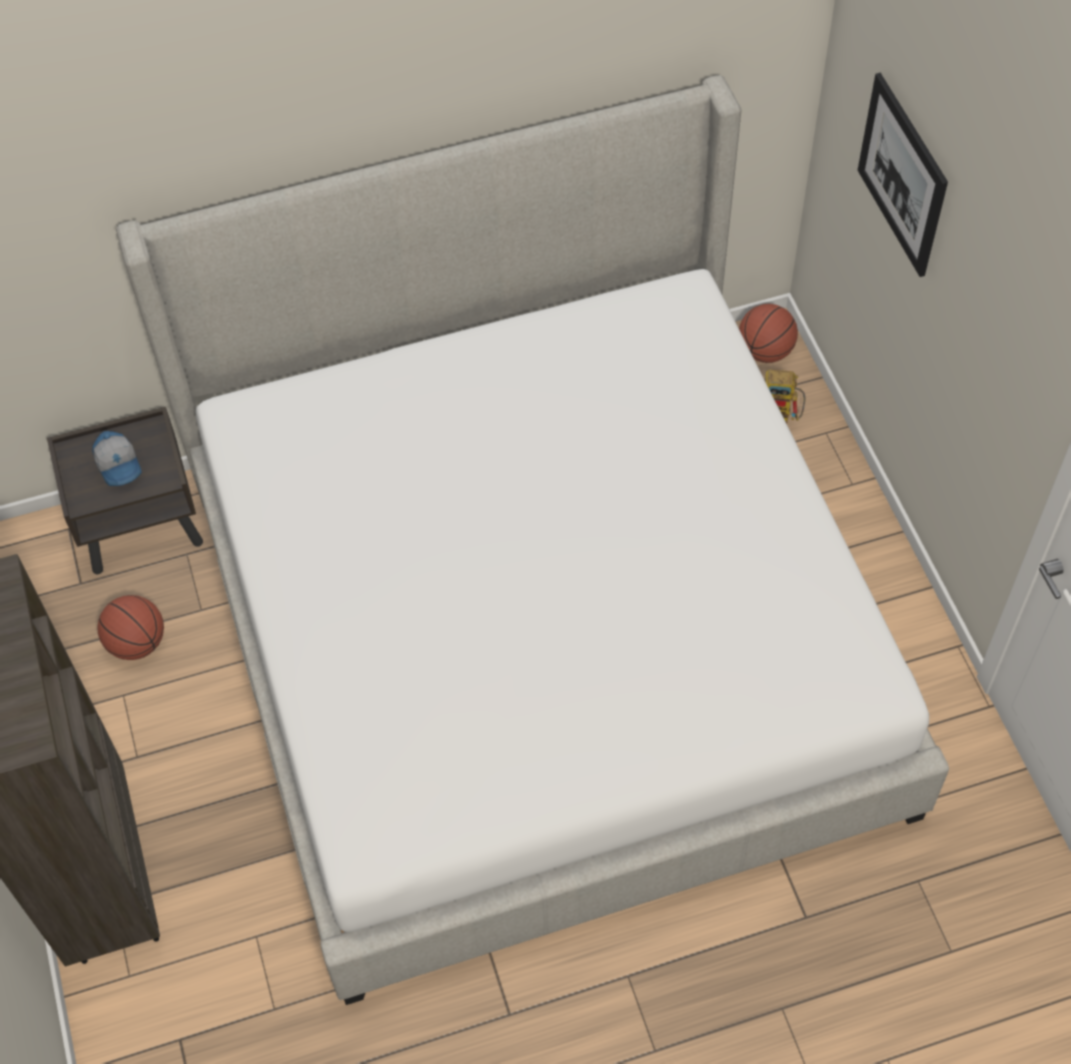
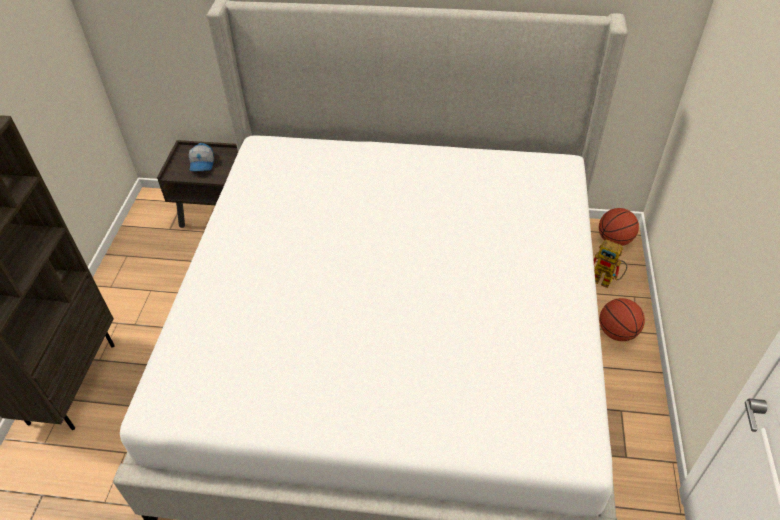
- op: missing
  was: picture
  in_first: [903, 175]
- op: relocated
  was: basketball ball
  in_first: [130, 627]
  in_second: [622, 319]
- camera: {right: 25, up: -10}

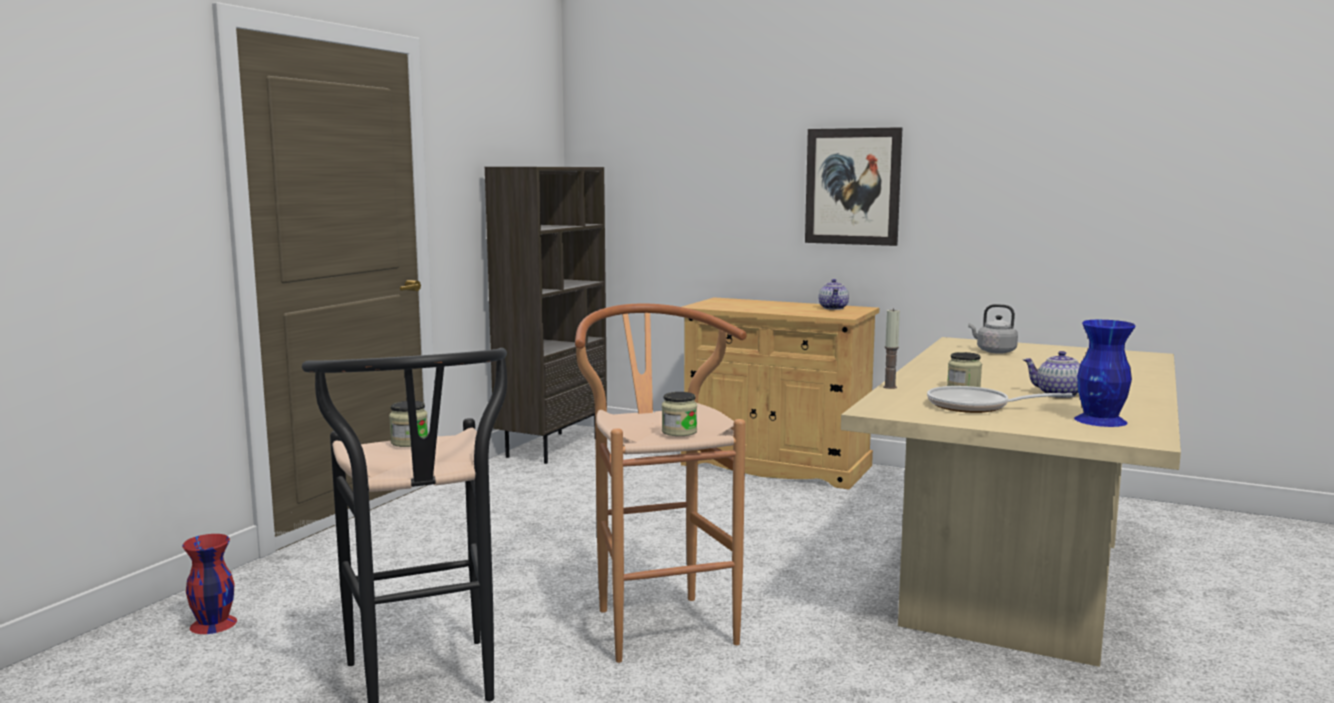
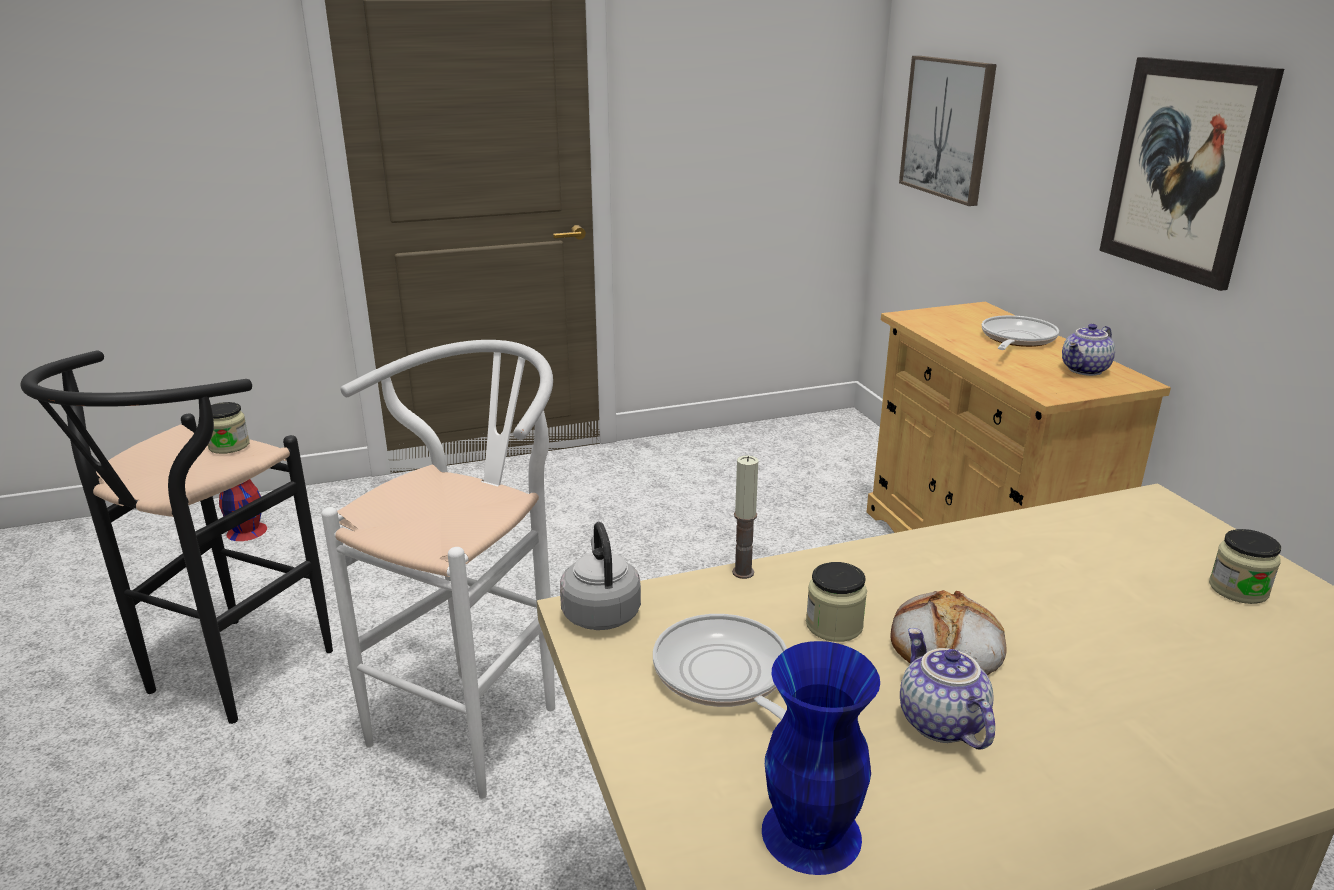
- op: missing
  was: bookshelf (brownish)
  in_first: [546, 315]
- op: colour
  was: stool seat (brownish)
  now: stool seat (whitish)
  in_first: [661, 483]
  in_second: [438, 569]
- op: relocated
  was: kettle (gray)
  in_first: [993, 329]
  in_second: [600, 576]
- op: relocated
  was: jar
  in_first: [679, 414]
  in_second: [1245, 566]
- op: appeared
  now: picture
  in_second: [948, 131]
- op: appeared
  now: skillet
  in_second: [1020, 332]
- op: appeared
  now: bread
  in_second: [948, 632]
- camera: {right: 45, up: 15}

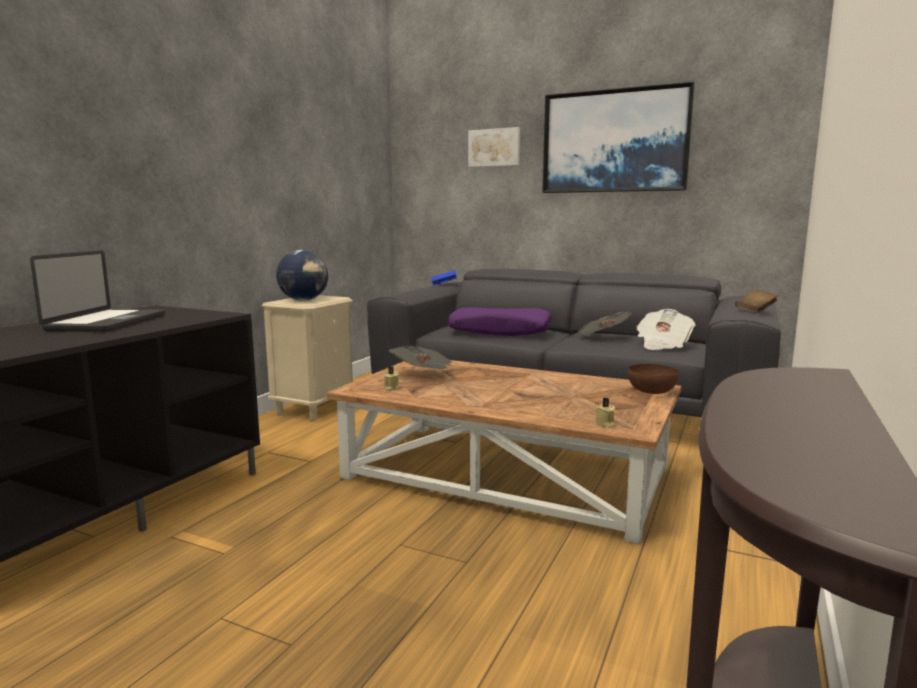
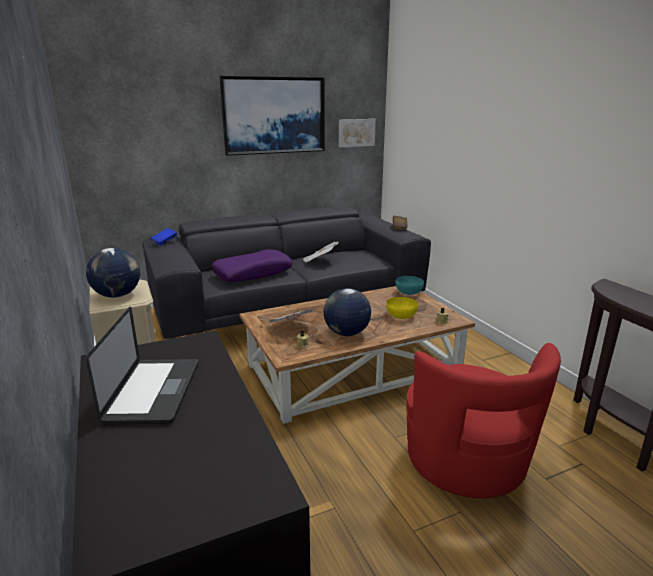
- op: relocated
  was: picture
  in_first: [494, 147]
  in_second: [357, 133]
- op: spun
  was: portable computer
  in_first: [97, 291]
  in_second: [142, 366]
  clockwise: 45
- op: missing
  was: daily paper
  in_first: [665, 329]
- op: colour
  was: bowl (brownish)
  now: bowl (turquoise-coloured)
  in_first: [653, 379]
  in_second: [410, 285]
- op: appeared
  now: world globe
  in_second: [347, 312]
- op: appeared
  now: bowl (yellow)
  in_second: [402, 308]
- op: appeared
  now: lounge chair (red)
  in_second: [483, 420]
- camera: {right: -50, up: 10}

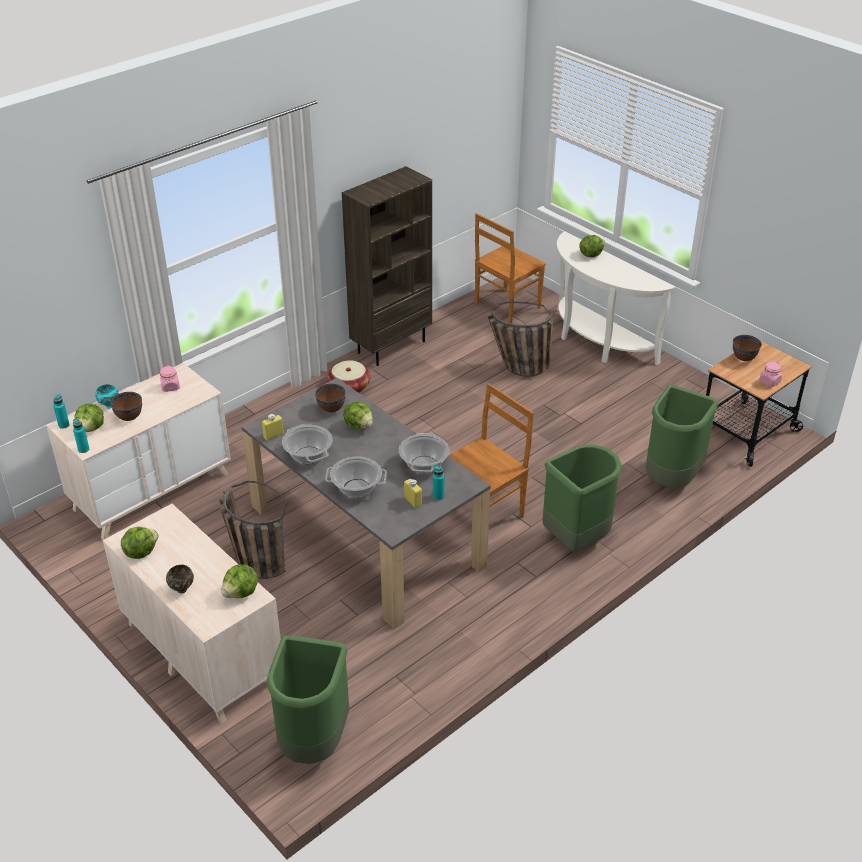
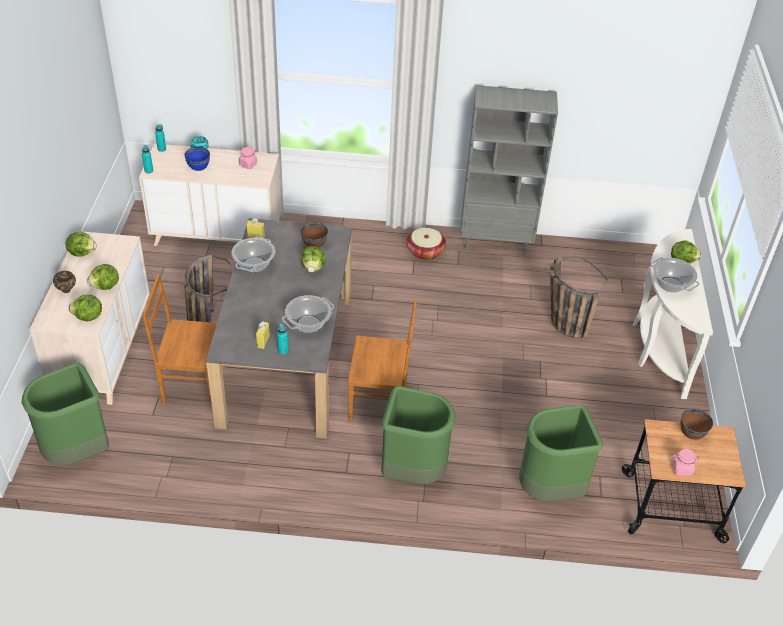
- op: colour
  was: bookshelf (brownish)
  now: bookshelf (gray)
  in_first: [387, 266]
  in_second: [509, 170]
- op: relocated
  was: chair (brownish)
  in_first: [510, 268]
  in_second: [184, 341]
- op: colour
  was: bowl (brownish)
  now: bowl (blue)
  in_first: [126, 406]
  in_second: [197, 159]
- op: relocated
  was: lettuce
  in_first: [89, 418]
  in_second: [103, 277]
- op: relocated
  was: stockpot
  in_first: [356, 477]
  in_second: [674, 275]
- camera: {right: 45, up: 5}

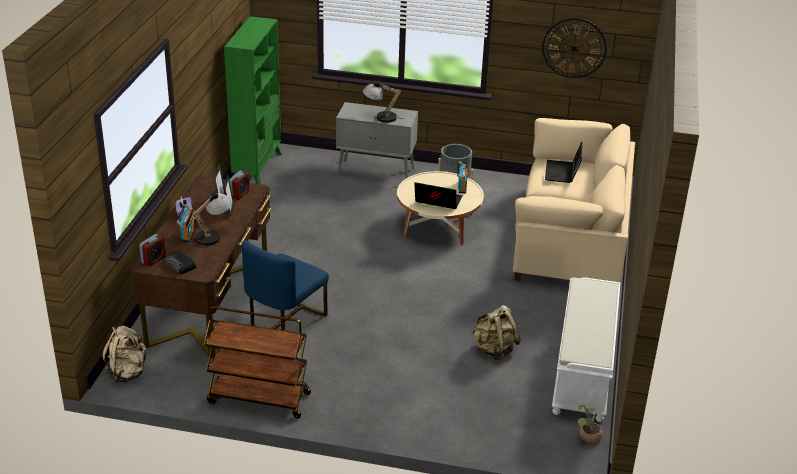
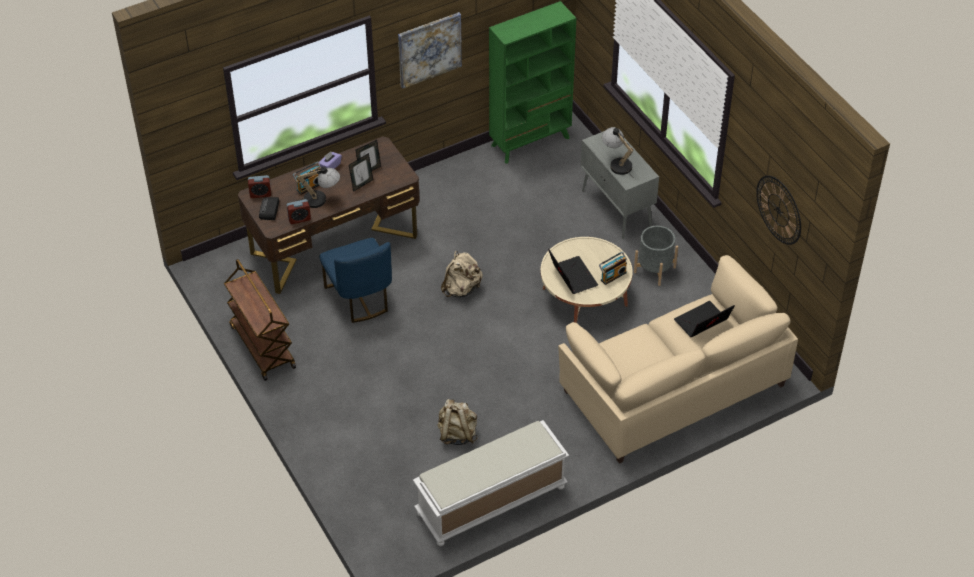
- op: relocated
  was: alarm clock
  in_first: [239, 185]
  in_second: [299, 211]
- op: spun
  was: chair (blue)
  in_first: [285, 285]
  in_second: [356, 280]
  clockwise: -105
- op: relocated
  was: backpack (beige)
  in_first: [125, 355]
  in_second: [462, 274]
- op: missing
  was: potted plant
  in_first: [590, 424]
- op: appeared
  now: picture
  in_second: [430, 50]
- camera: {right: 50, up: 15}

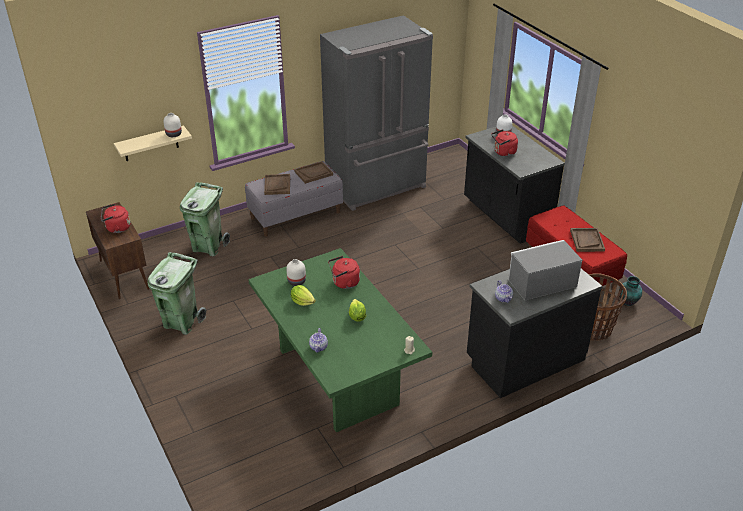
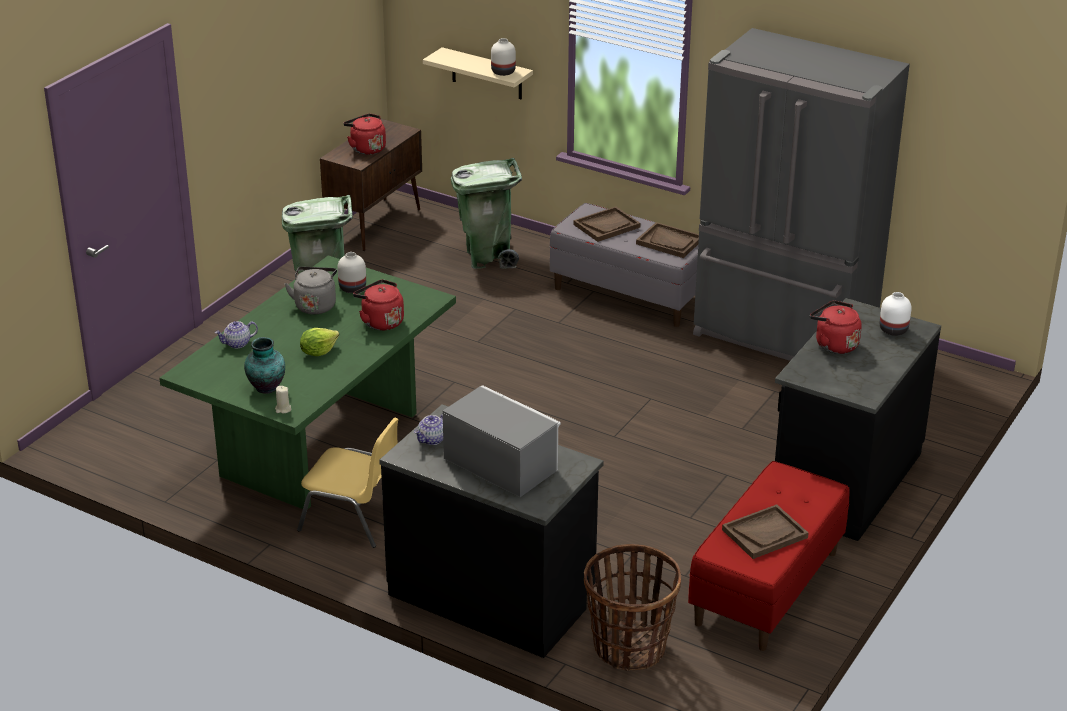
- op: relocated
  was: vase
  in_first: [630, 291]
  in_second: [264, 365]
- op: exchanged
  was: lettuce
  now: kettle (gray)
  in_first: [303, 295]
  in_second: [310, 290]
- op: appeared
  now: chair (yellow)
  in_second: [348, 483]
- camera: {right: 60, up: -5}

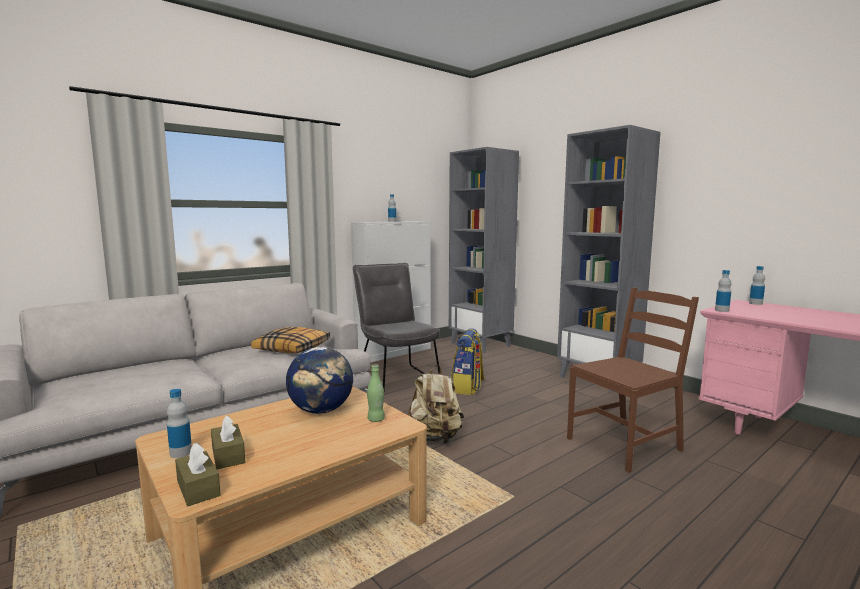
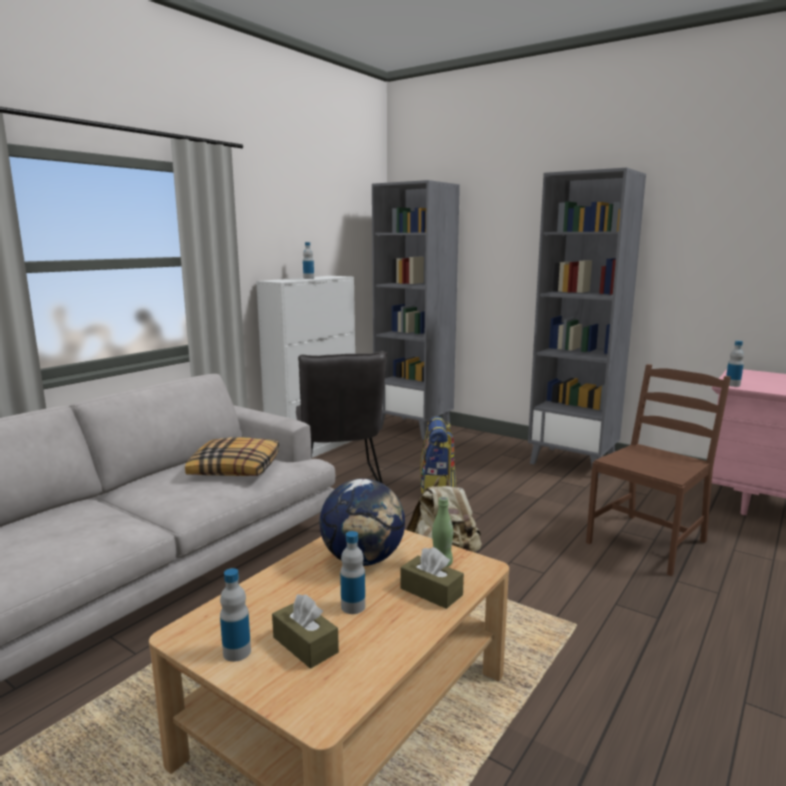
- op: spun
  was: chair (gray)
  in_first: [396, 326]
  in_second: [341, 417]
  clockwise: -150
- op: relocated
  was: bottle
  in_first: [757, 285]
  in_second: [352, 572]
- op: relocated
  was: tissue box (brownish)
  in_first: [198, 474]
  in_second: [432, 578]
- camera: {right: -15, up: 5}

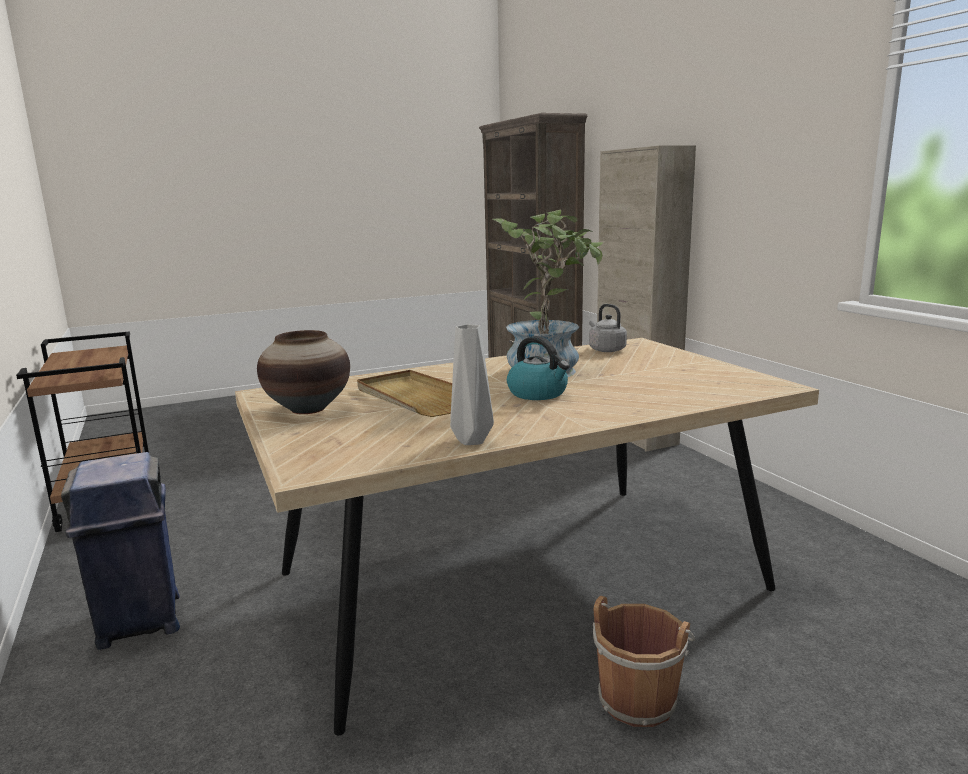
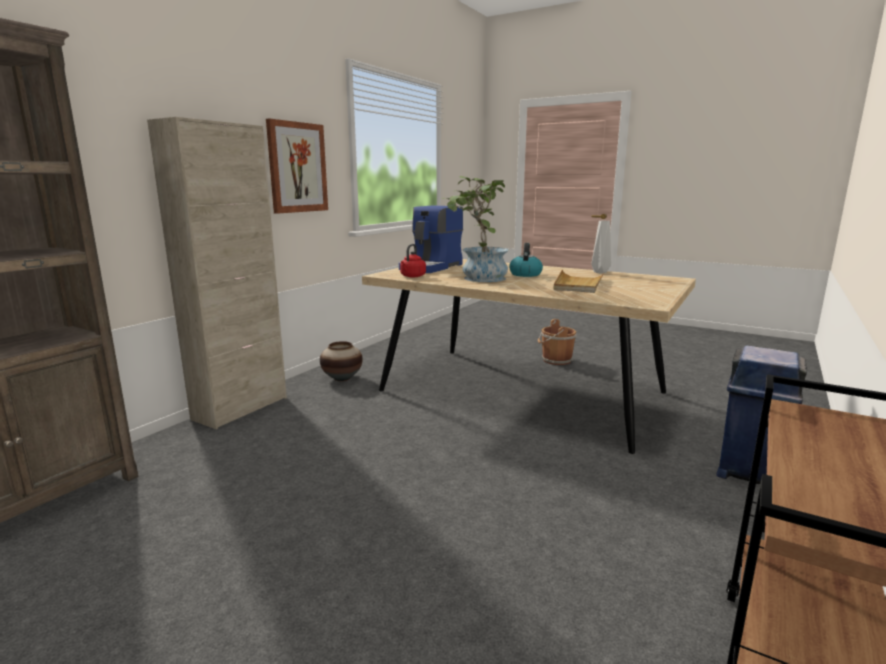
- op: colour
  was: kettle (gray)
  now: kettle (red)
  in_first: [608, 328]
  in_second: [413, 260]
- op: relocated
  was: vase
  in_first: [303, 372]
  in_second: [341, 361]
- op: appeared
  now: picture
  in_second: [297, 166]
- op: appeared
  now: coffee maker
  in_second: [431, 239]
- camera: {right: -125, up: 0}

